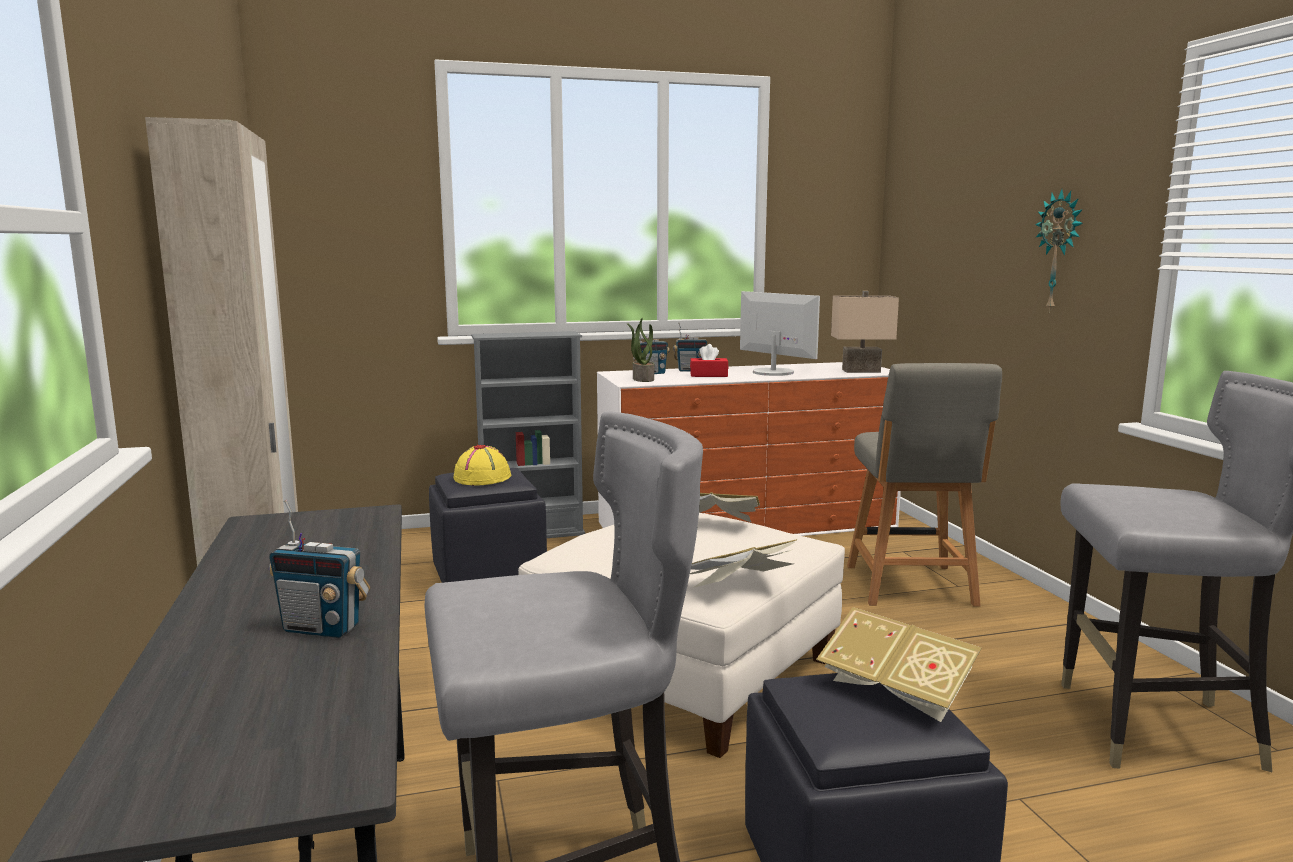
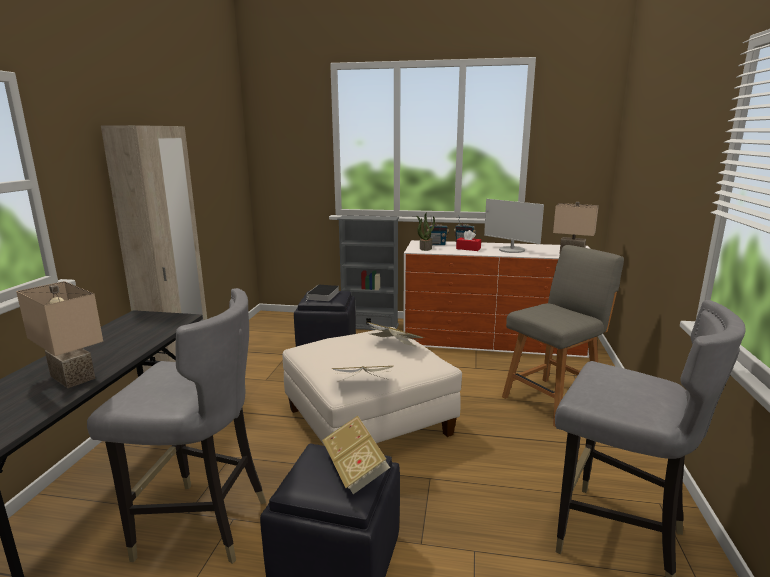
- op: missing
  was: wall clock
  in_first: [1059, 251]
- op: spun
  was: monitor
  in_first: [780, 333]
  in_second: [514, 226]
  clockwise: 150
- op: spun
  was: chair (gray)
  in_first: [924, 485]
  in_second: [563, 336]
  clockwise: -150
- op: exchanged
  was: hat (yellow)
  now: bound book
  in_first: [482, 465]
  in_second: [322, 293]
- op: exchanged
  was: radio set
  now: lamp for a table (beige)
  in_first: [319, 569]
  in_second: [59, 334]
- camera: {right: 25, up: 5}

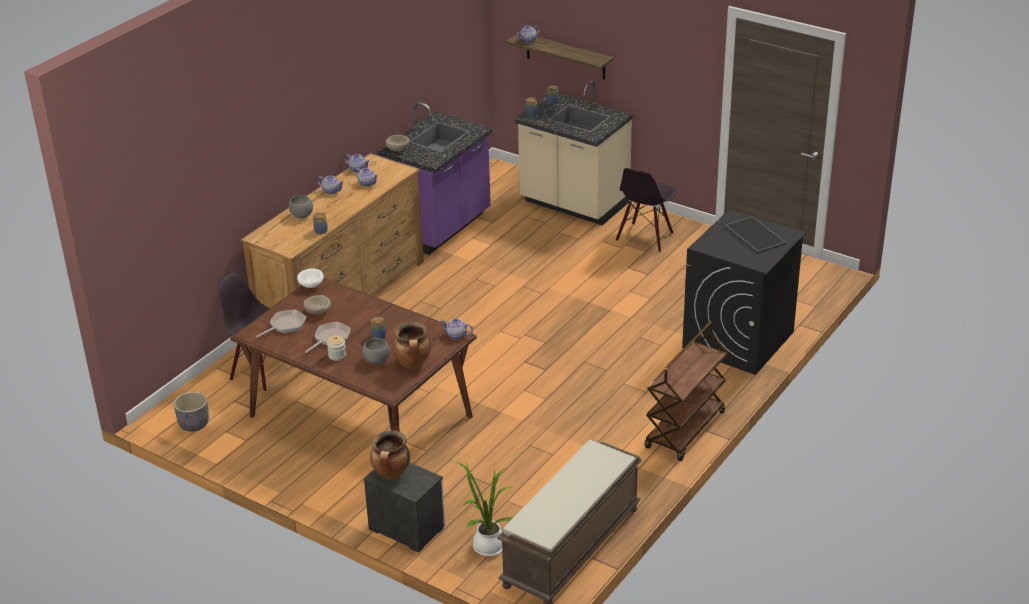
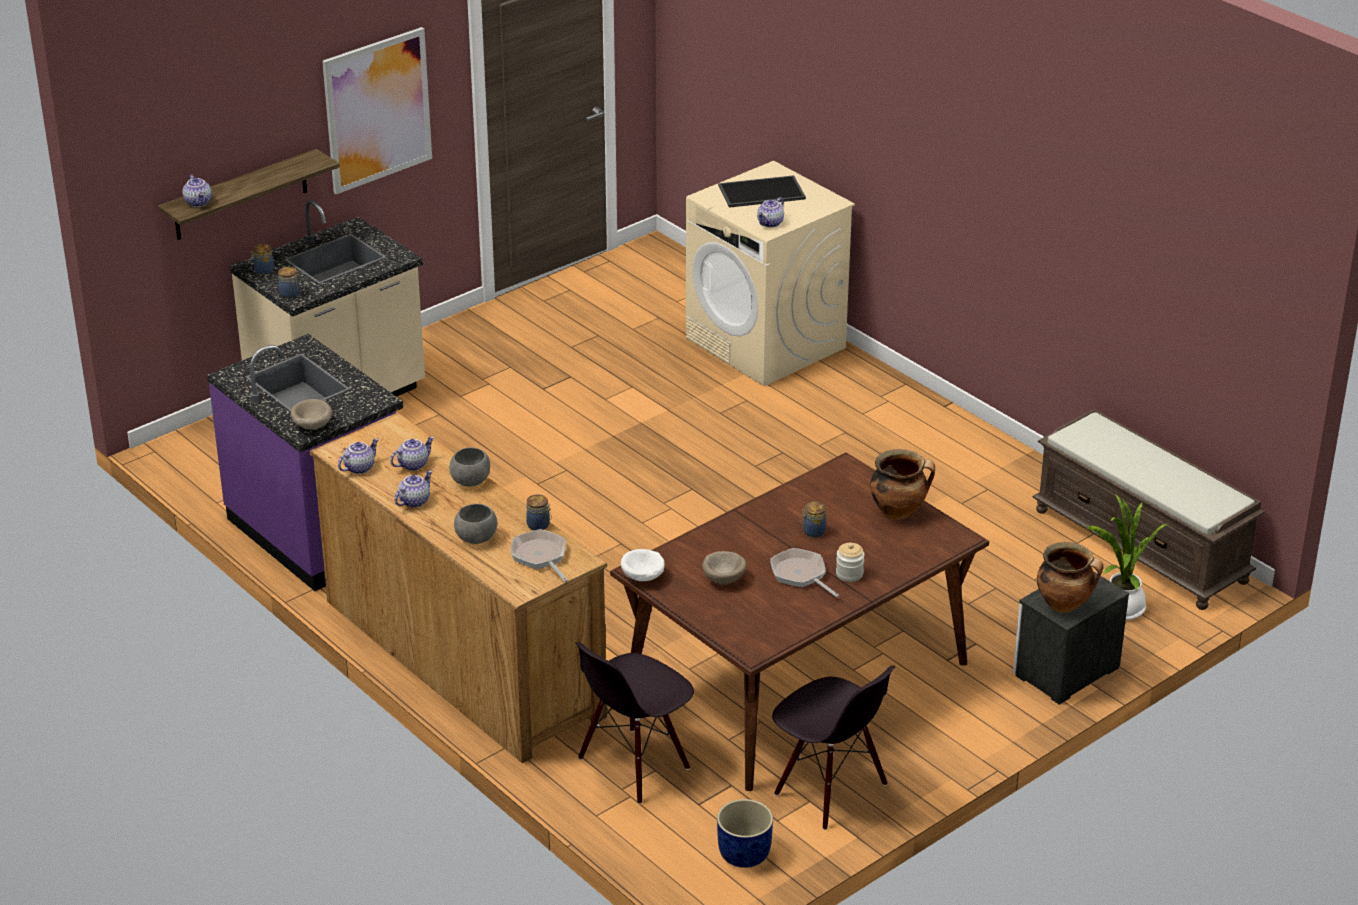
- op: relocated
  was: chair (black-coloured)
  in_first: [646, 210]
  in_second: [834, 748]
- op: colour
  was: laundry appliance (black-coloured)
  now: laundry appliance (beige)
  in_first: [744, 292]
  in_second: [770, 273]
- op: relocated
  was: skillet
  in_first: [281, 323]
  in_second: [539, 555]
- op: relocated
  was: tea pot
  in_first: [456, 329]
  in_second: [770, 212]
- op: missing
  was: cart (brownish)
  in_first: [686, 391]
- op: relocated
  was: bowl (gray)
  in_first: [376, 351]
  in_second: [469, 467]
- op: colour
  was: planter (gray)
  now: planter (blue)
  in_first: [191, 411]
  in_second: [745, 833]
- op: appeared
  now: picture
  in_second: [377, 110]
- camera: {right: -75, up: 0}

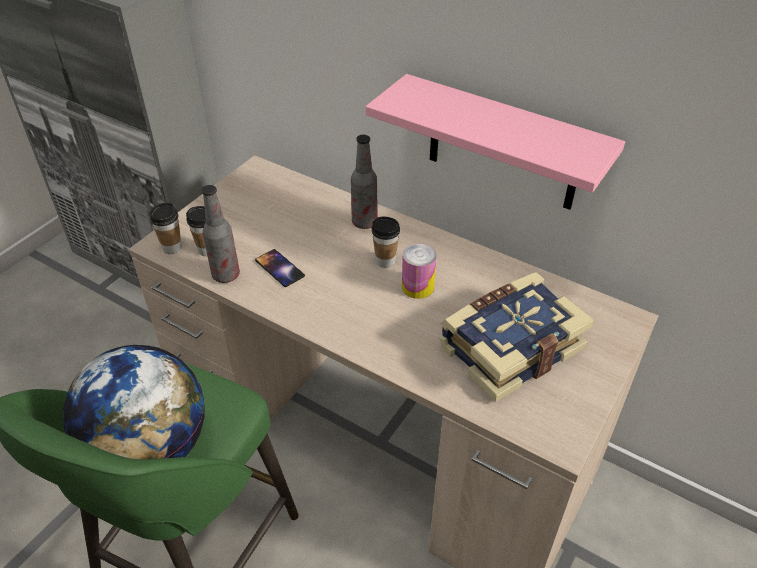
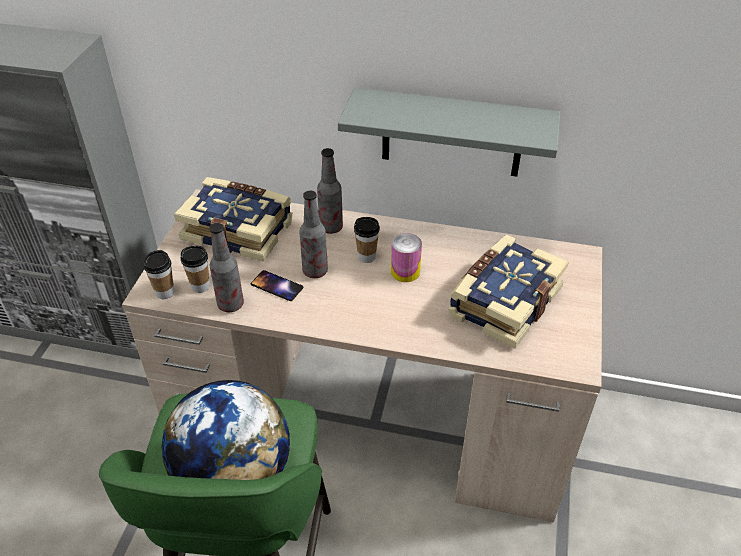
- op: colour
  was: bracket shelf (pinkish)
  now: bracket shelf (gray)
  in_first: [495, 142]
  in_second: [449, 132]
- op: appeared
  now: bound book
  in_second: [233, 219]
- op: appeared
  now: bottle
  in_second: [313, 234]
- camera: {right: -20, up: 0}

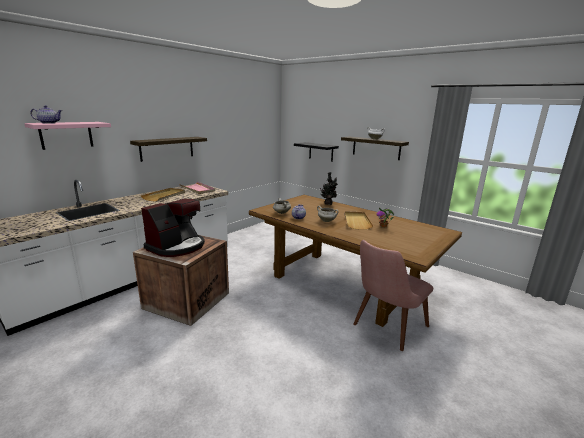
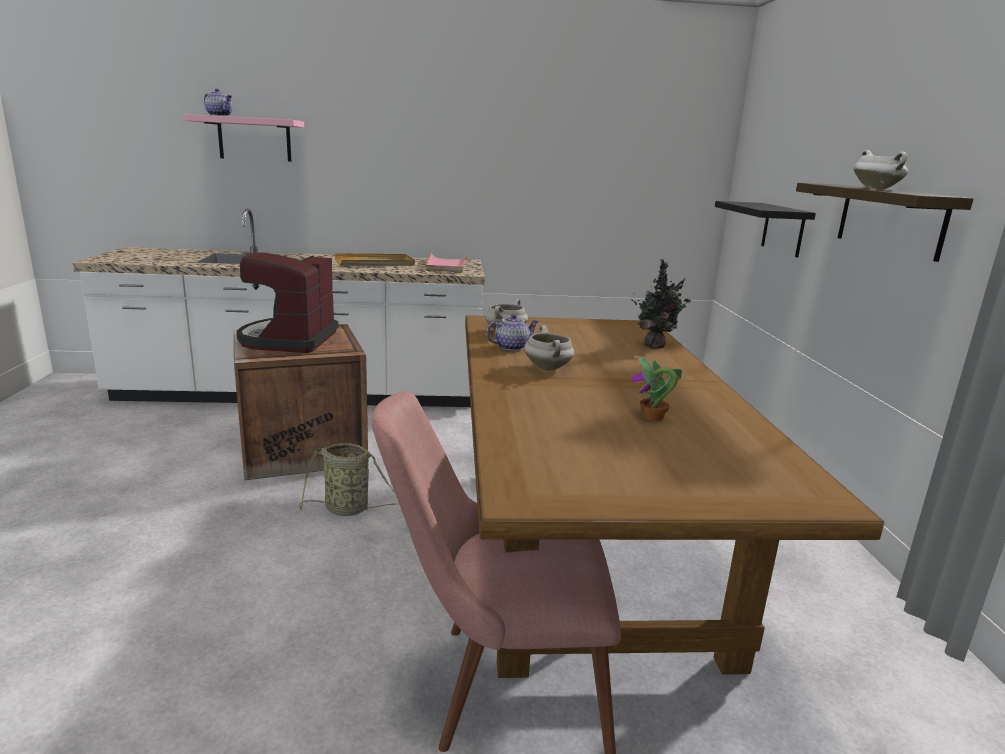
- op: missing
  was: bracket shelf
  in_first: [168, 149]
- op: spun
  was: coffee maker
  in_first: [173, 228]
  in_second: [288, 302]
  clockwise: 105
- op: missing
  was: serving tray (beige)
  in_first: [358, 220]
- op: appeared
  now: household basket
  in_second: [348, 479]
- camera: {right: 45, up: 0}

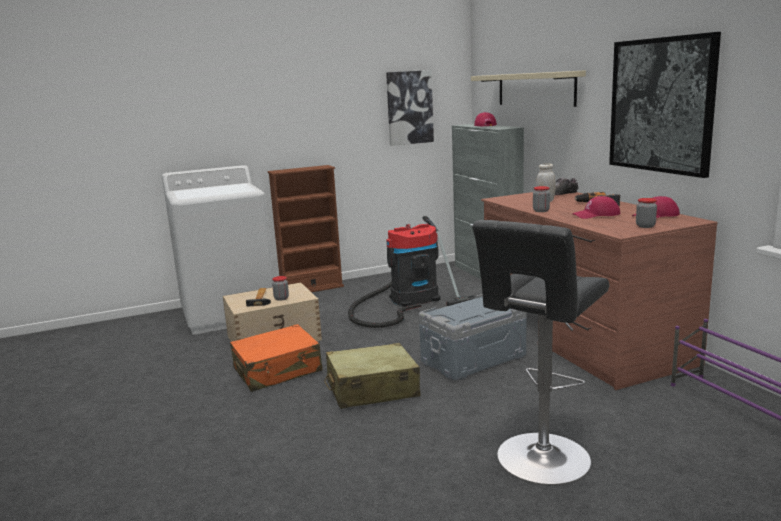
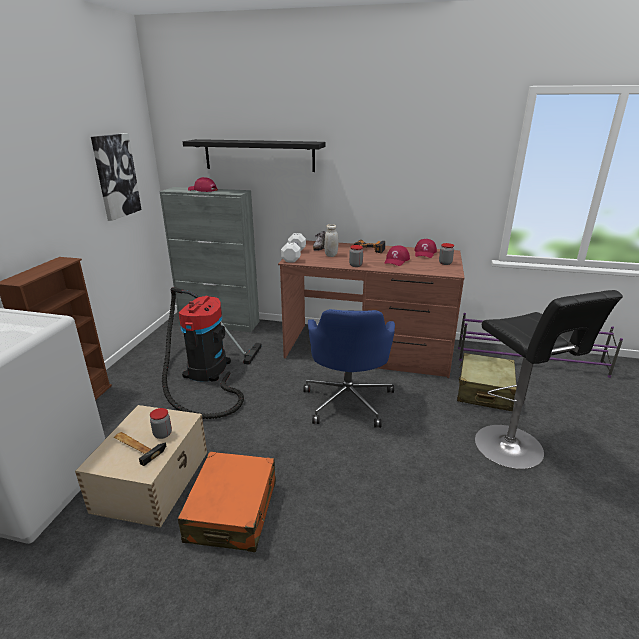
- op: missing
  was: picture
  in_first: [665, 105]
- op: colour
  was: bracket shelf (beige)
  now: bracket shelf (black-coloured)
  in_first: [528, 88]
  in_second: [254, 155]
- op: exchanged
  was: storage container (gray)
  now: desk chair (blue)
  in_first: [473, 337]
  in_second: [349, 368]
- op: relocated
  was: piece of luggage (beige)
  in_first: [372, 376]
  in_second: [487, 382]
- op: appeared
  now: dumbbell (whitish)
  in_second: [293, 248]
- camera: {right: -55, up: 10}

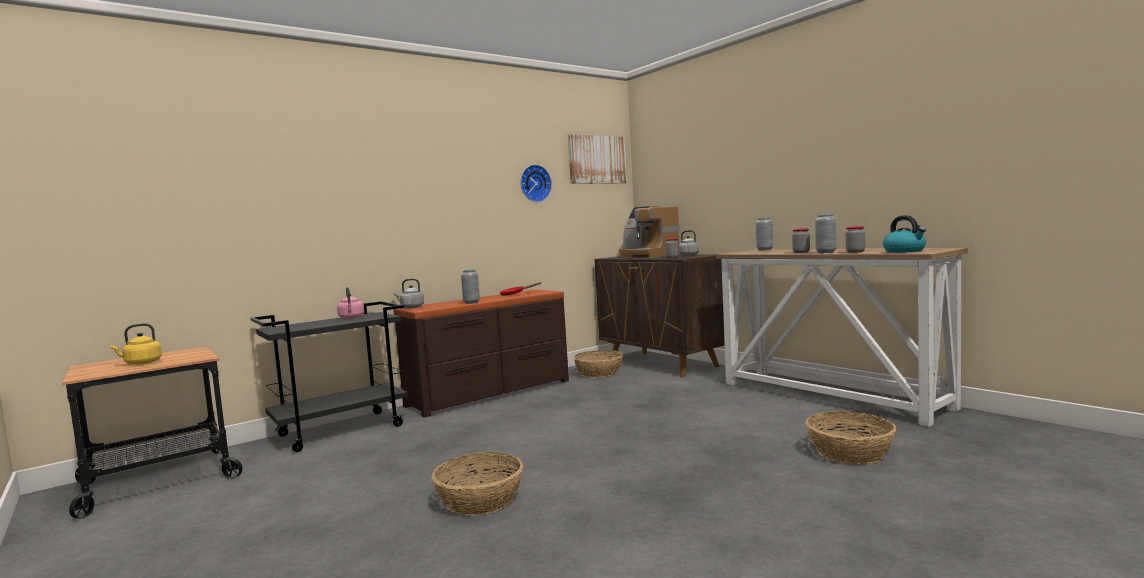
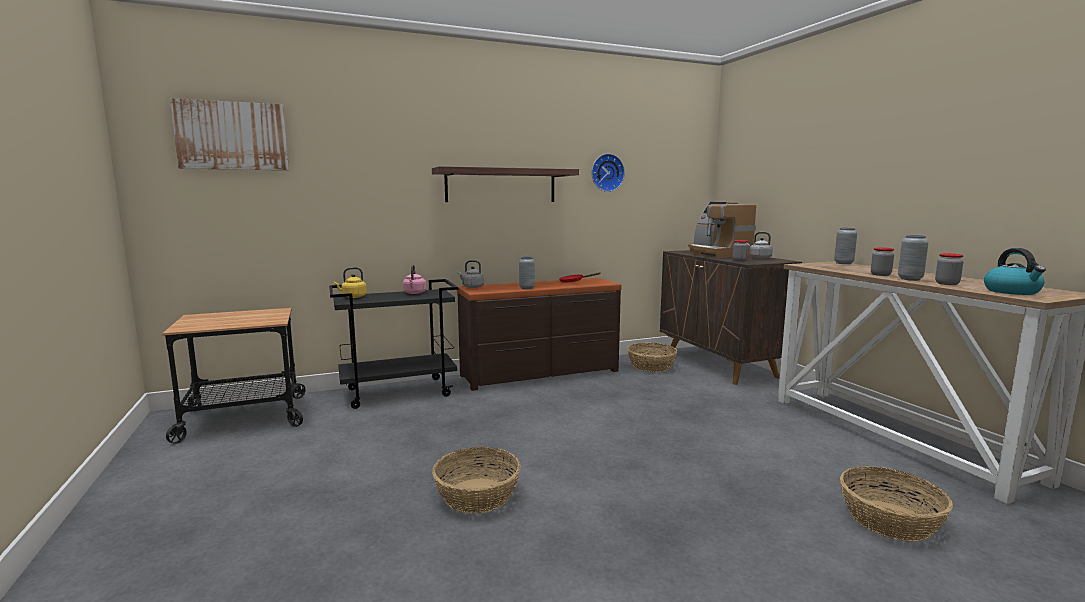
- op: relocated
  was: picture
  in_first: [597, 159]
  in_second: [229, 134]
- op: relocated
  was: kettle (yellow)
  in_first: [136, 344]
  in_second: [350, 282]
- op: appeared
  now: bracket shelf
  in_second: [505, 184]
- camera: {right: 15, up: 5}

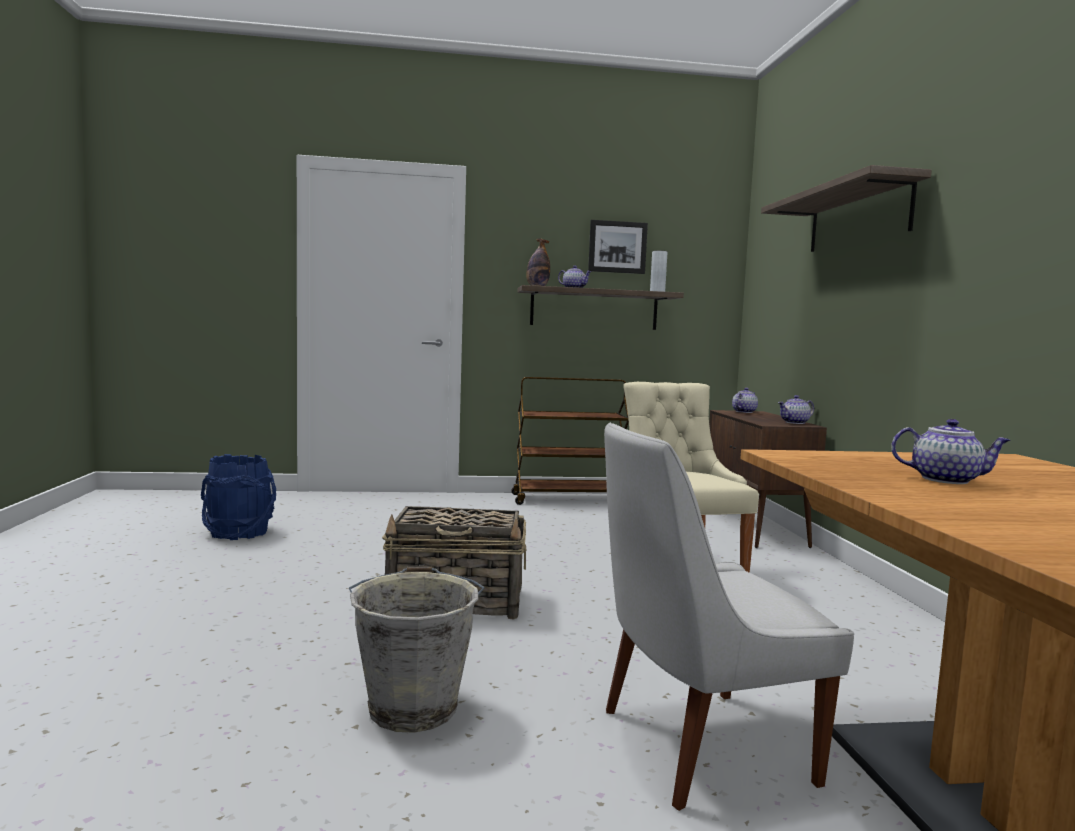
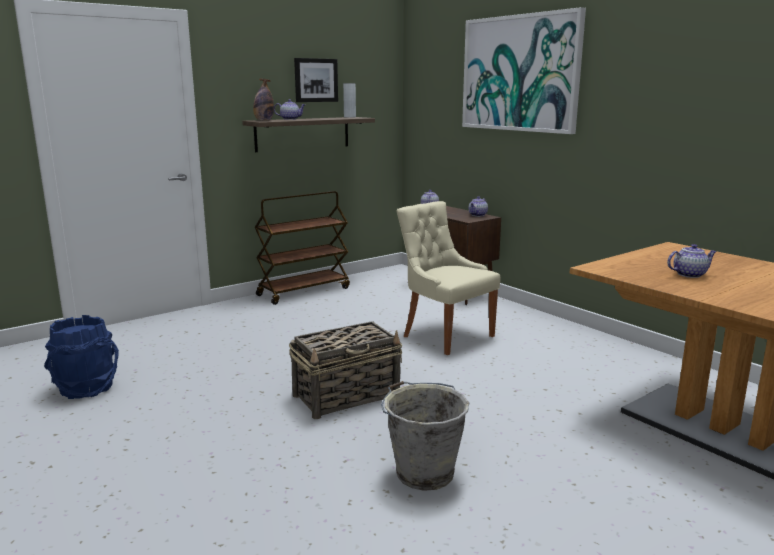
- op: exchanged
  was: bracket shelf
  now: picture
  in_first: [846, 208]
  in_second: [524, 70]
- op: missing
  was: chair (whitish)
  in_first: [729, 616]
- camera: {right: -30, up: 10}

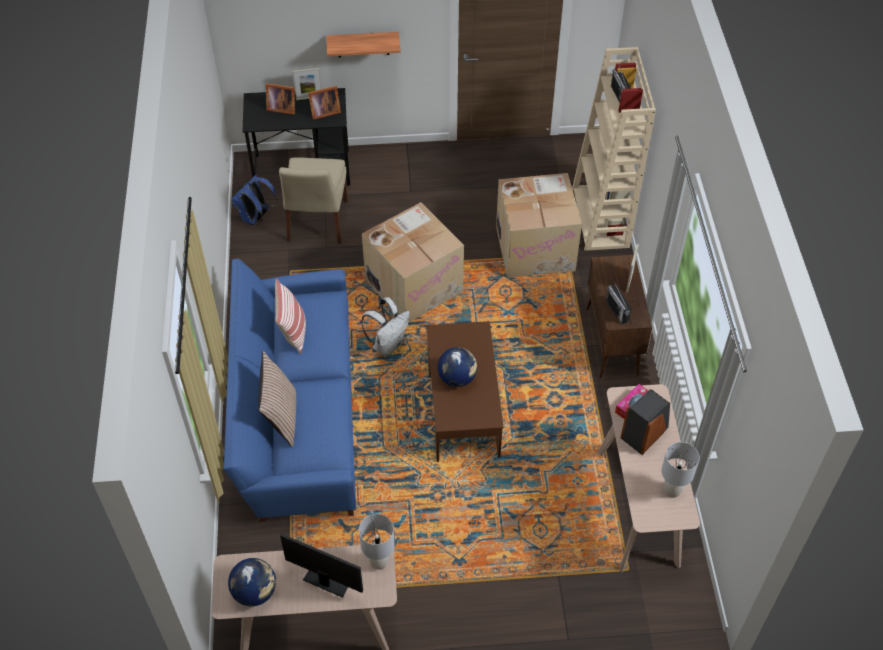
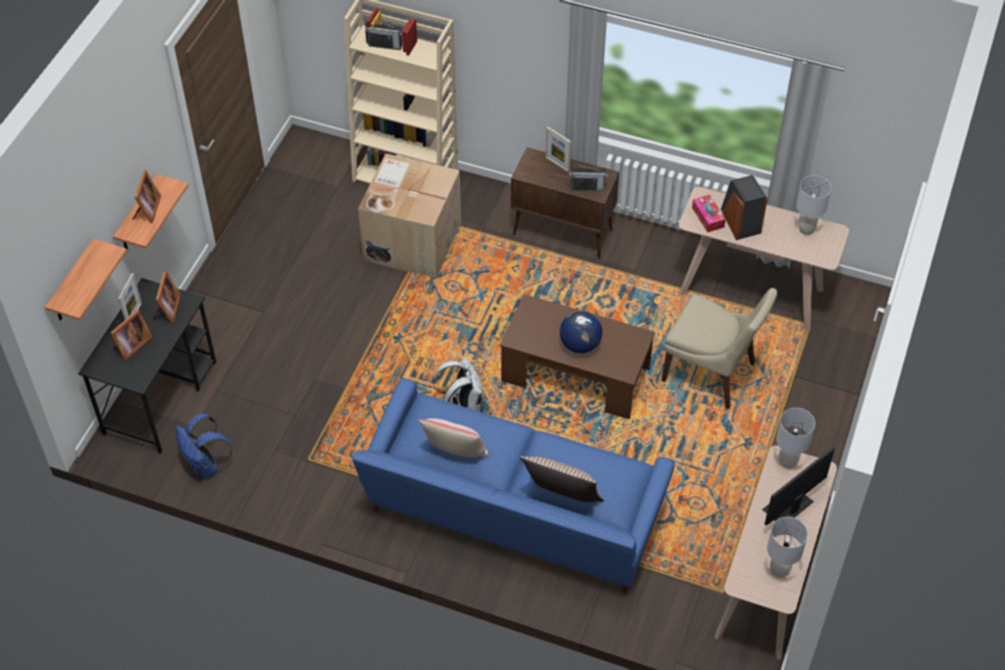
- op: relocated
  was: chair (beige)
  in_first: [313, 201]
  in_second: [719, 348]
- op: missing
  was: cardboard box
  in_first: [413, 262]
- op: exchanged
  was: world globe
  now: lamp for a table (gray)
  in_first: [252, 582]
  in_second: [787, 547]
- op: appeared
  now: standing frame
  in_second: [147, 196]
- op: appeared
  now: bracket shelf
  in_second: [86, 279]
- camera: {right: -65, up: 0}

